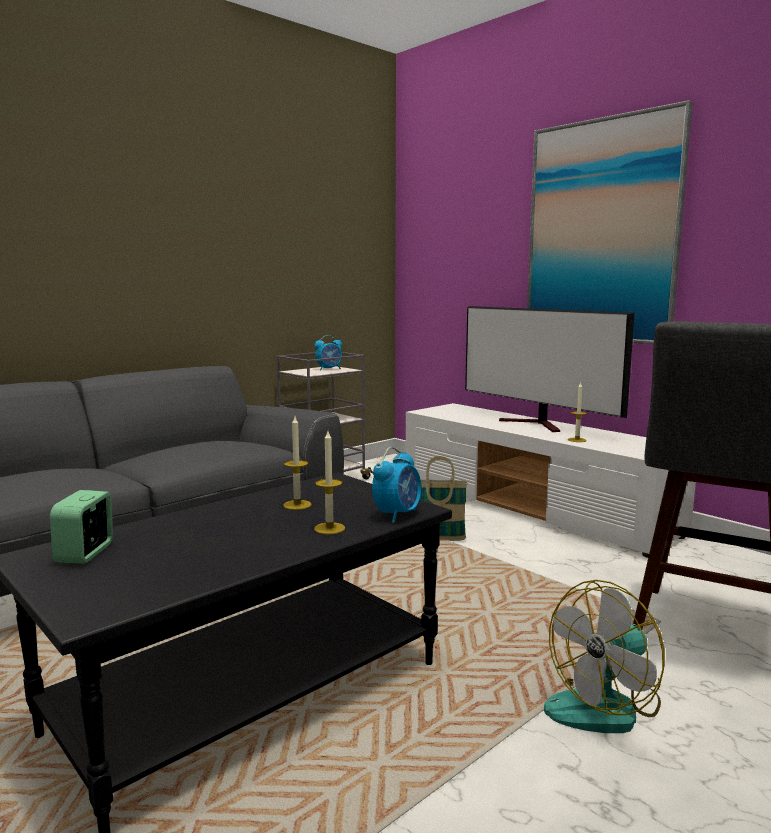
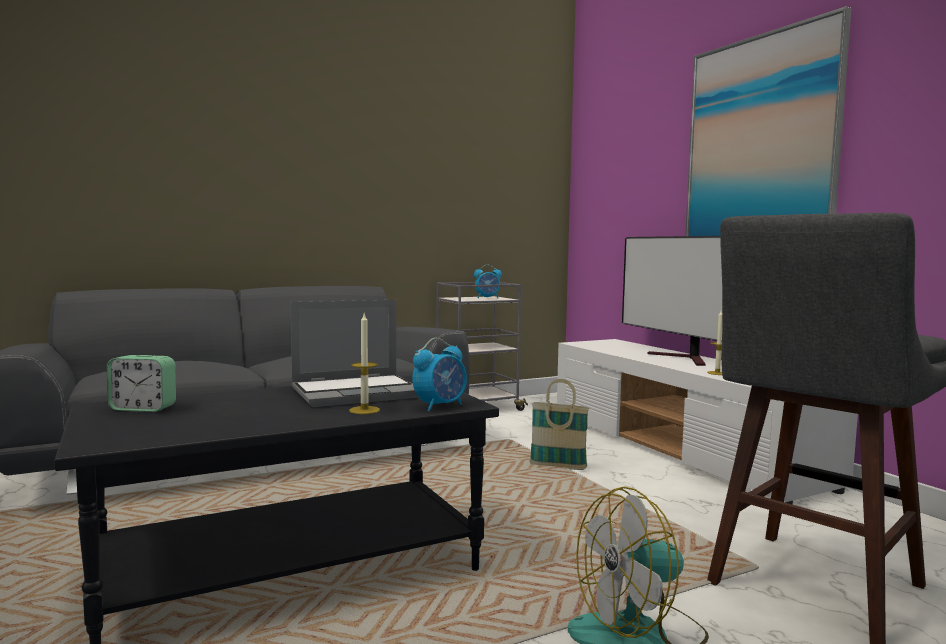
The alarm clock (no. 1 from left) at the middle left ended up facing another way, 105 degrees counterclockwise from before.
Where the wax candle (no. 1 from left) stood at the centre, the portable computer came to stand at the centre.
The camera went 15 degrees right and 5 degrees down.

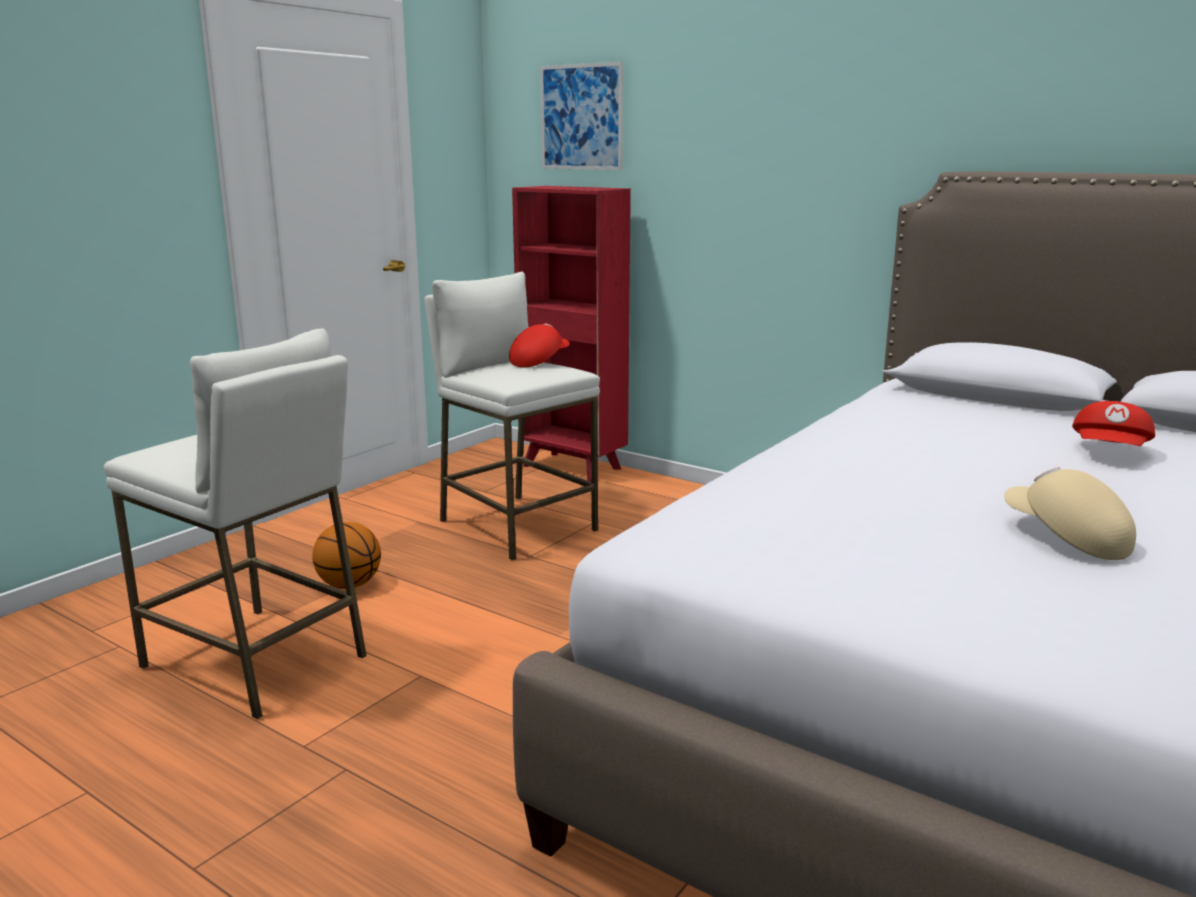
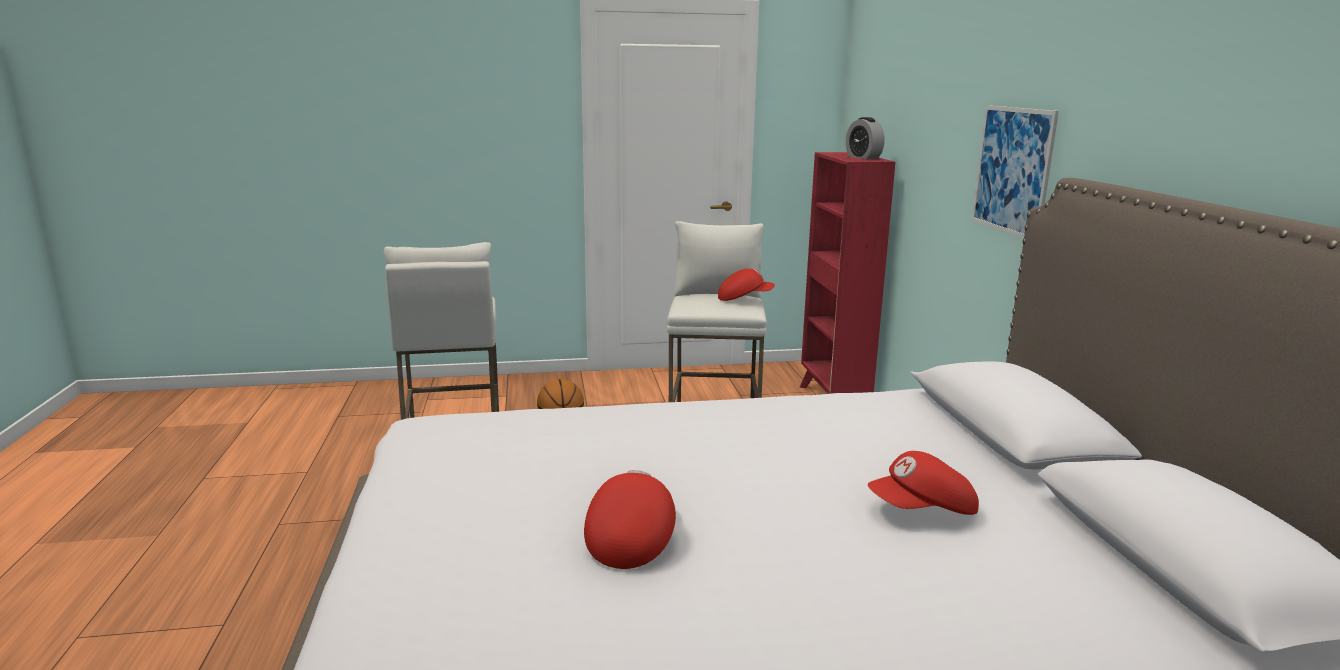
The picture ended up elsewhere, having gone from the top centre to the top right.
What was the beige cap at the middle right turned into the reddish cap (no. 1 from left) at the bottom centre.
The second view gained the alarm clock at the top centre.
The camera went 45 degrees right and 0 degrees up.

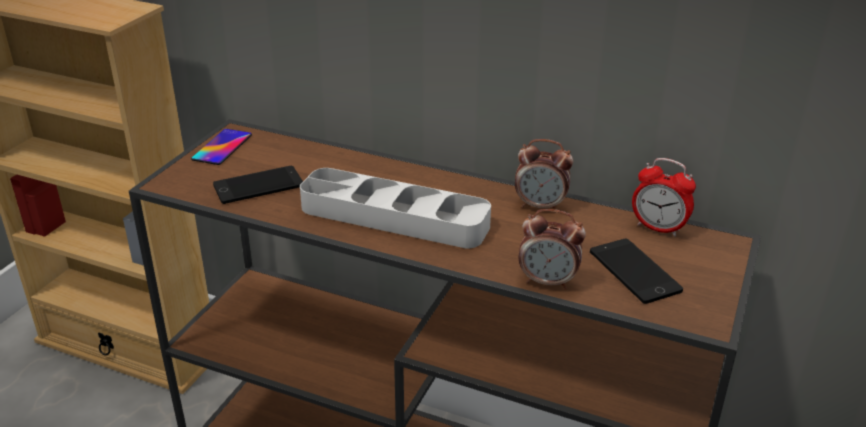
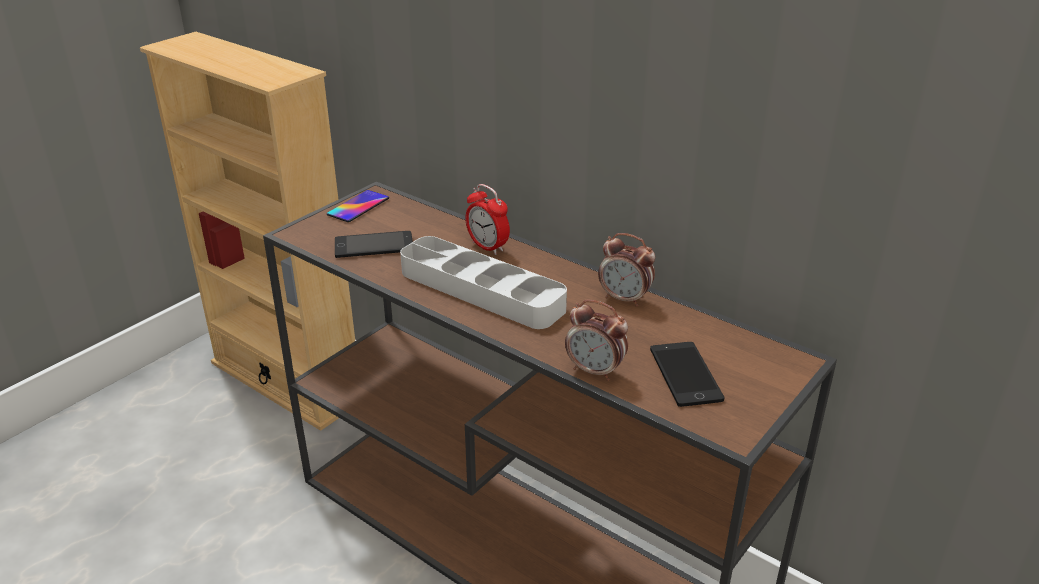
The alarm clock (no. 3 from left in the first image) ended up elsewhere, having gone from the middle right to the centre.
The camera went 15 degrees right and 0 degrees up.

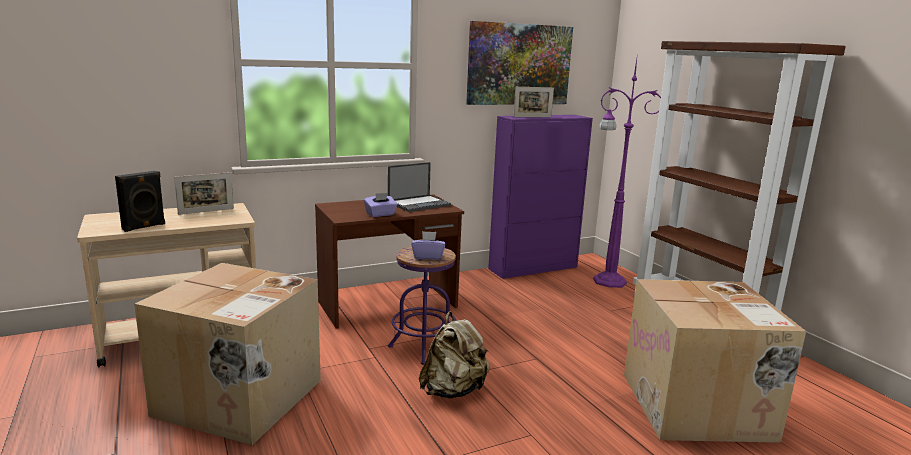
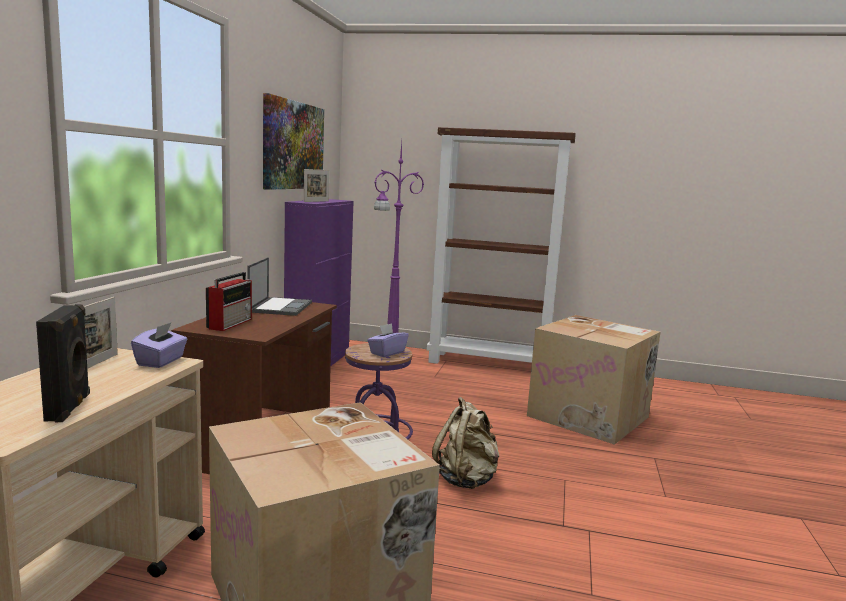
The purple-coloured tissue box (no. 1 from left) ended up elsewhere, having gone from the centre to the middle left.
The second view gained the radio receiver at the middle left.
The camera went 50 degrees left and 5 degrees down.

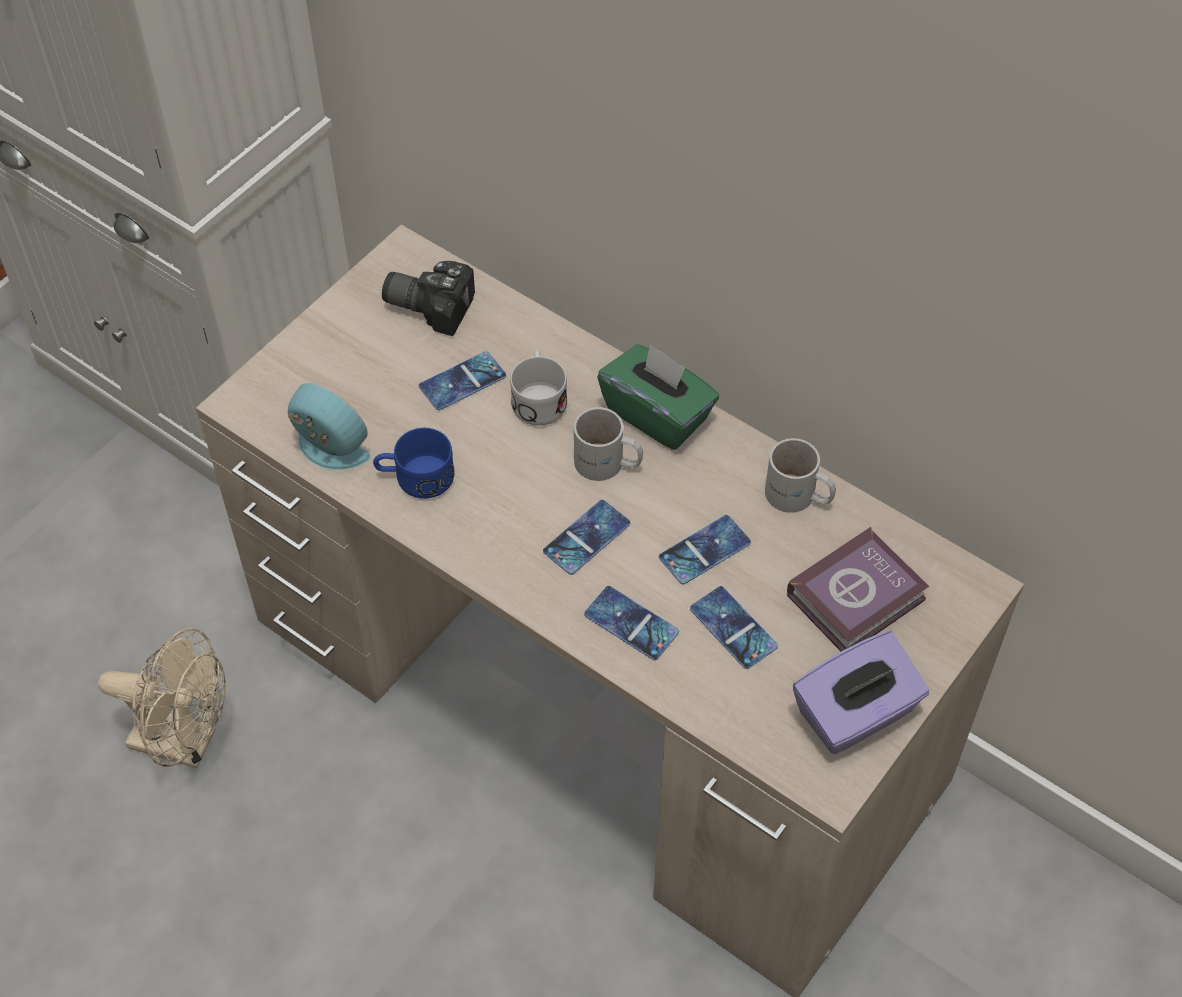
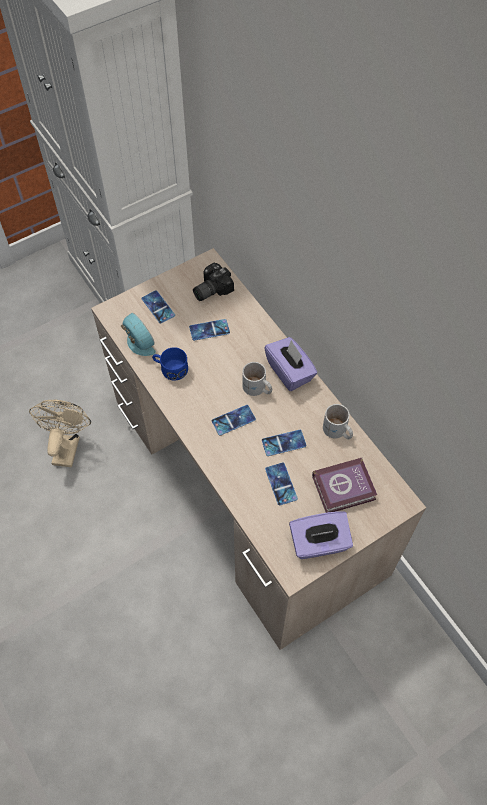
The beige fan at the bottom left ended up facing another way, 120 degrees counterclockwise from before.
The still camera at the top centre ended up facing another way, 75 degrees counterclockwise from before.
The second view lost the whitish mug (no. 1 from left) at the centre.
The phone (no. 3 from left in the first image) ended up elsewhere, having gone from the centre to the middle left.
What was the green-coloured tissue box at the centre turned into the purple-coloured tissue box (no. 1 from left) at the centre.
The camera went 20 degrees right and 5 degrees up.

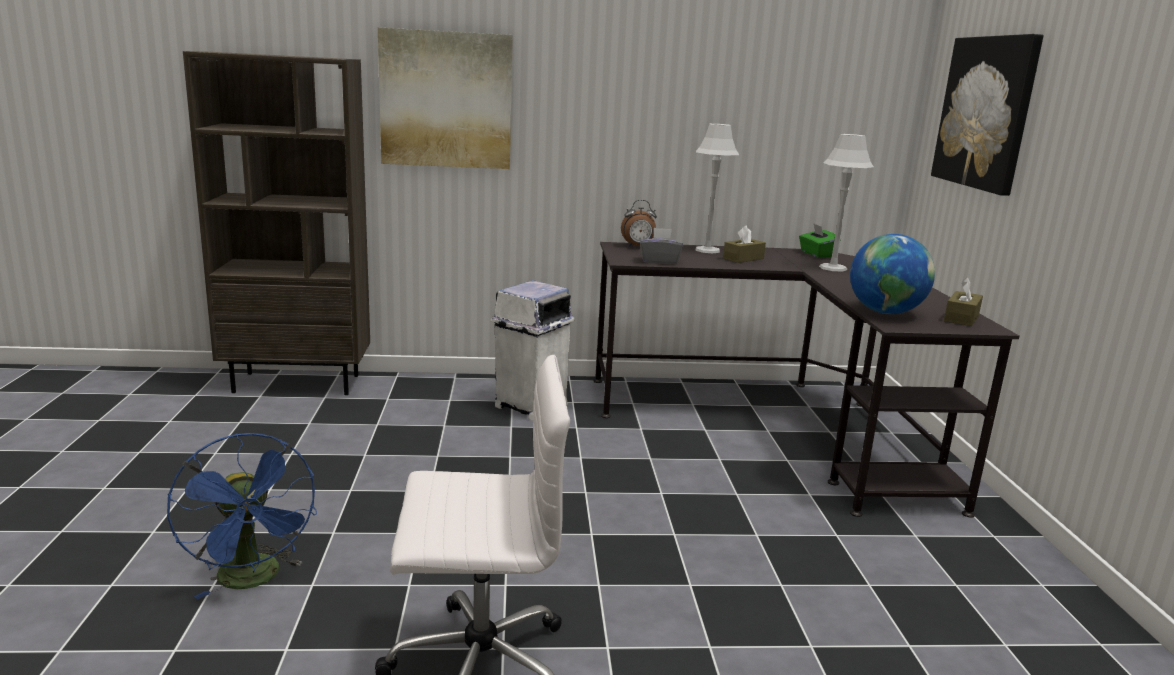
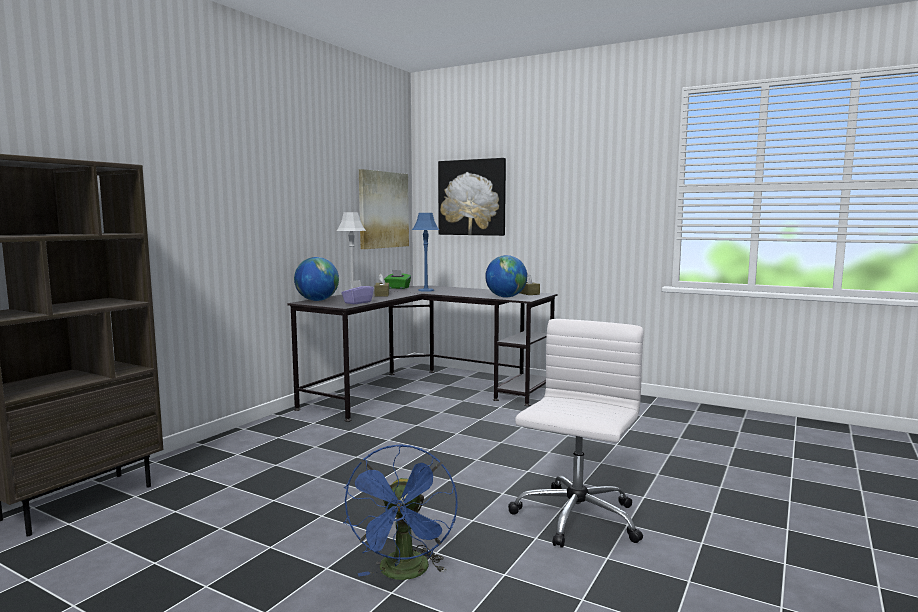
The bluish fan at the bottom left ended up facing another way, 90 degrees clockwise from before.
The picture (no. 1 from left) ended up elsewhere, having gone from the top centre to the centre.
The second view lost the whitish trash can at the centre.
Where the alarm clock stood at the top centre, the desk globe (no. 1 from left) came to stand at the centre.
What was the greyish tissue box at the centre turned into the purple-coloured tissue box at the centre.
What was the greyish lamp for a table (no. 2 from left) at the top right turned into the bluish lamp for a table at the centre.
The camera went 55 degrees left and 10 degrees down.

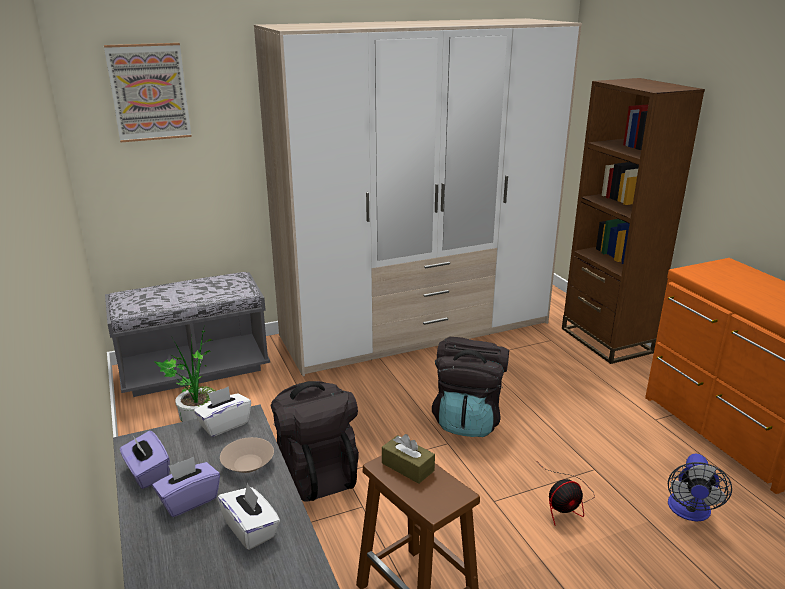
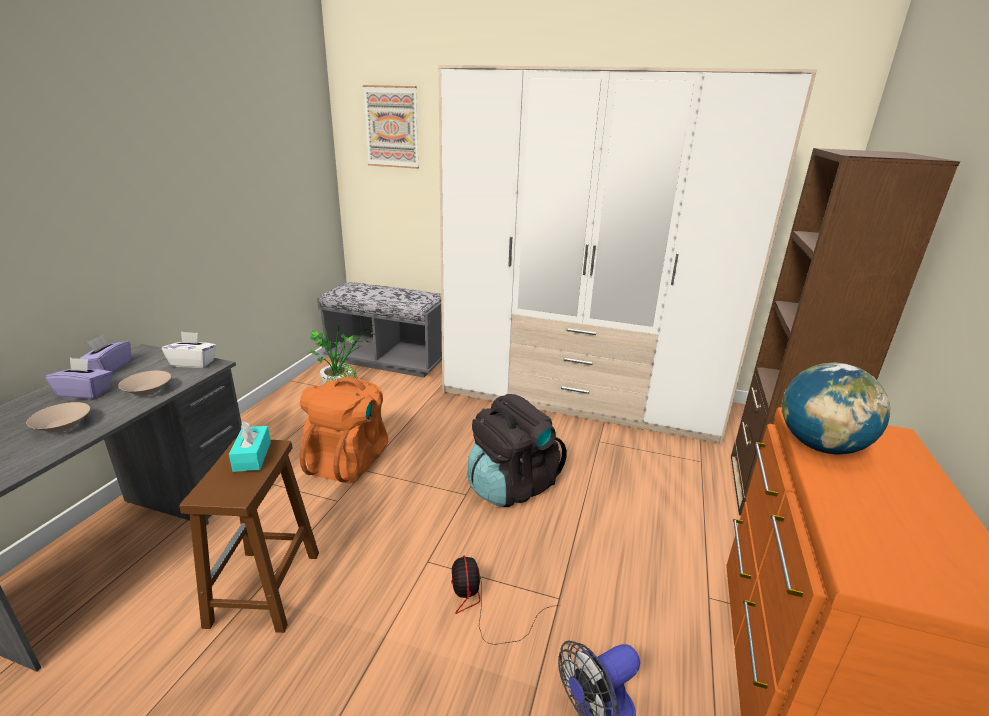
Where the whitish tissue box (no. 2 from left) stood at the bottom left, the beige serving bowl (no. 1 from left) came to stand at the middle left.
What was the black knapsack (no. 1 from left) at the bottom centre turned into the orange-coloured knapsack at the centre.
What was the brown tissue box at the bottom centre turned into the turquoise-coloured tissue box at the middle left.
The fan (no. 1 from left) at the bottom right ended up facing another way, 60 degrees clockwise from before.
The second view gained the desk globe at the middle right.
The camera went 40 degrees right and 0 degrees up.

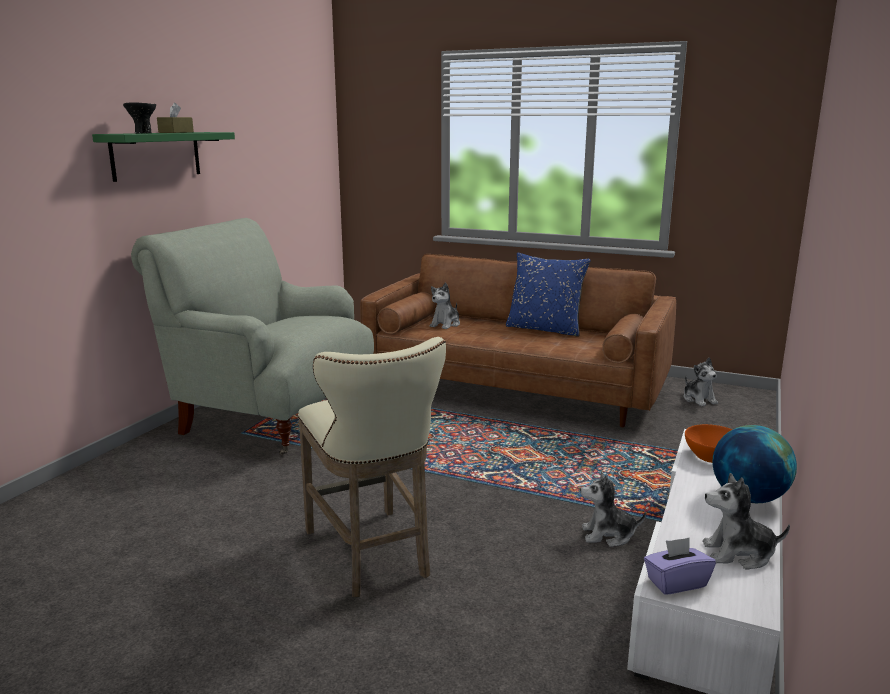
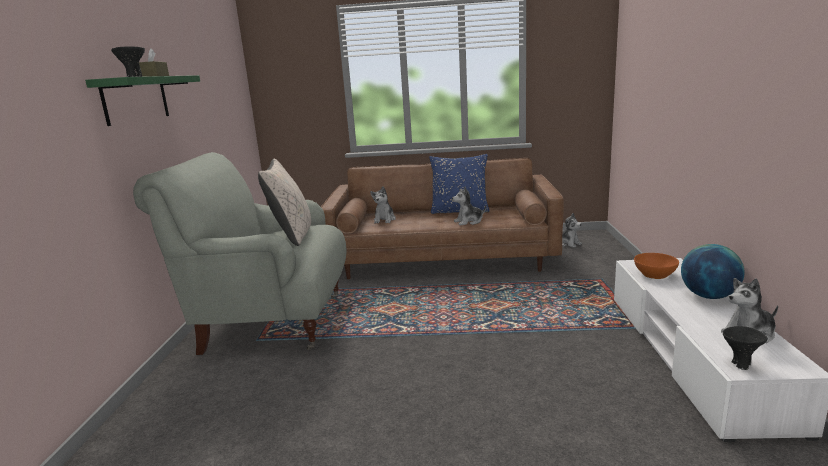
The second view lost the beige stool seat at the bottom centre.
The soft toy (no. 2 from left) ended up elsewhere, having gone from the bottom right to the centre.
Where the purple-coloured tissue box stood at the bottom right, the black serving bowl (no. 2 from left) came to stand at the bottom right.
The second view gained the beige pillow at the centre.
The camera went 20 degrees left and 0 degrees up.

